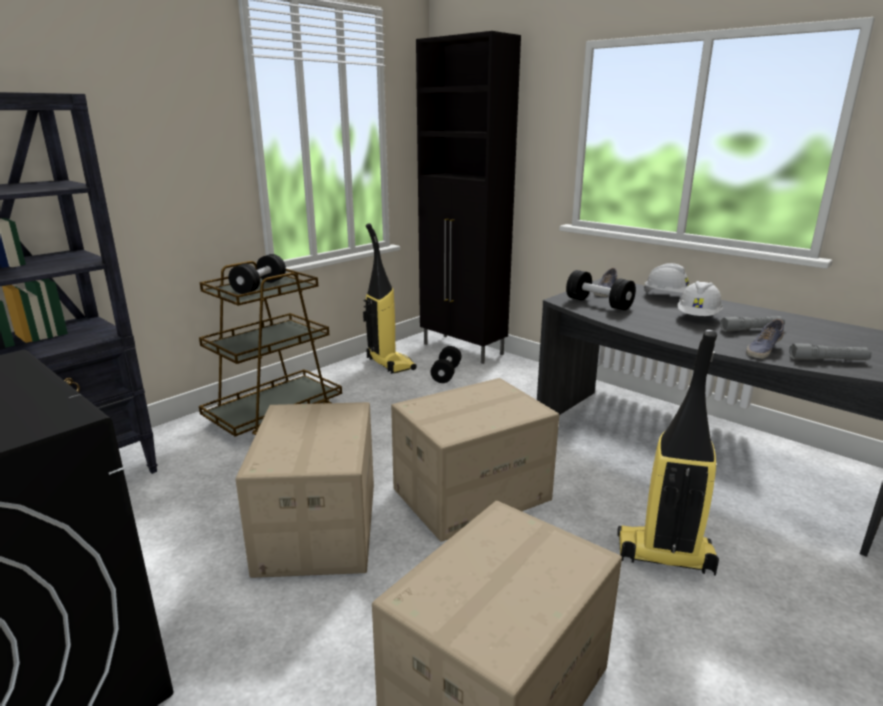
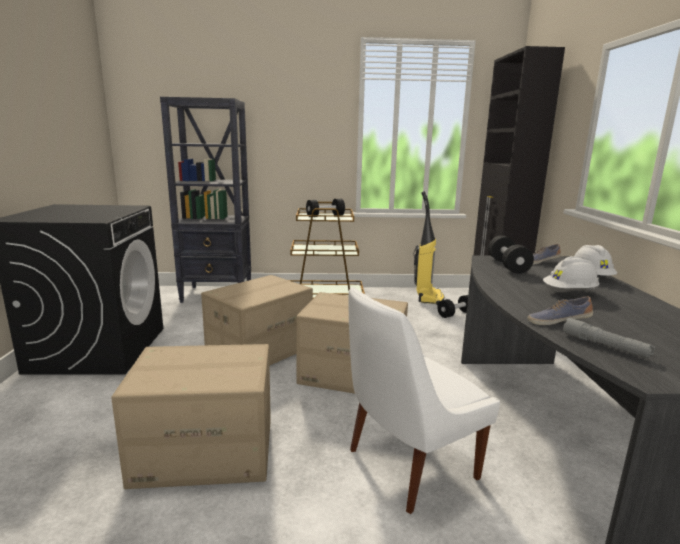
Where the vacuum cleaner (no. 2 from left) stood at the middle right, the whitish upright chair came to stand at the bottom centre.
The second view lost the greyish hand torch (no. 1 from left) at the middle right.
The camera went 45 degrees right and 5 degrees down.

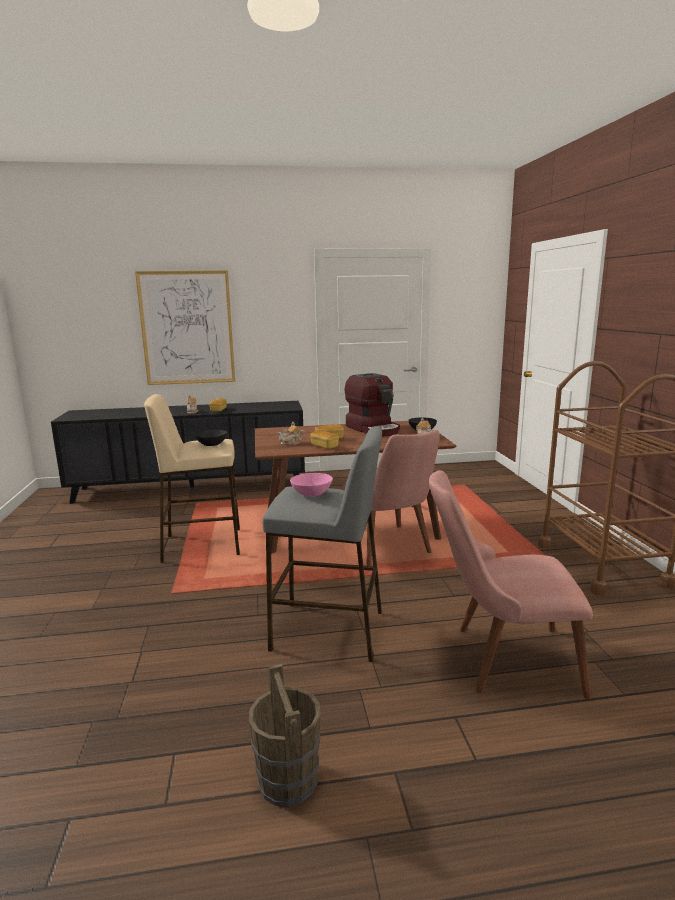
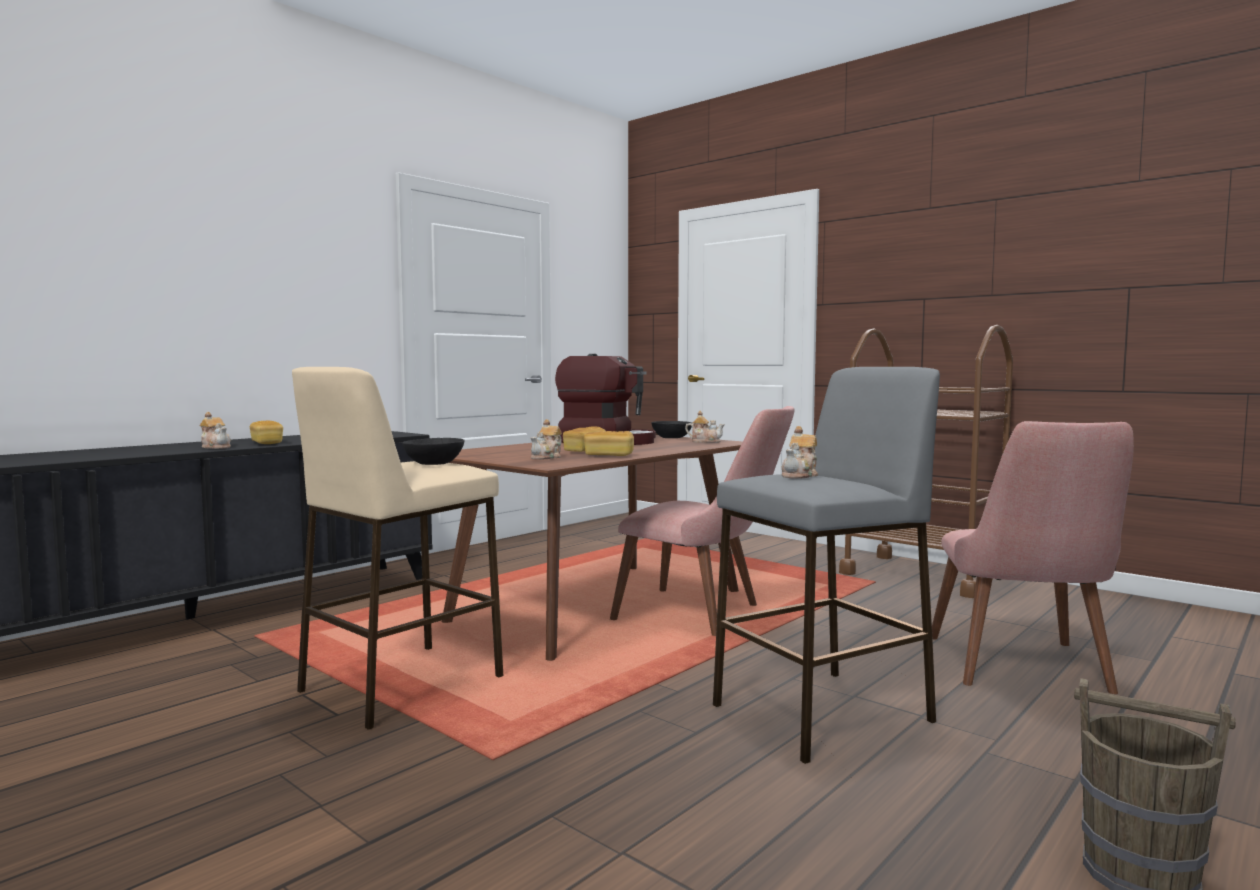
The second view lost the picture at the middle left.
Where the pink-coloured serving bowl stood at the centre, the teapot (no. 4 from left) came to stand at the centre.
The pink-coloured upright chair (no. 2 from left) at the middle right ended up facing another way, 45 degrees counterclockwise from before.
The camera went 40 degrees left and 10 degrees down.

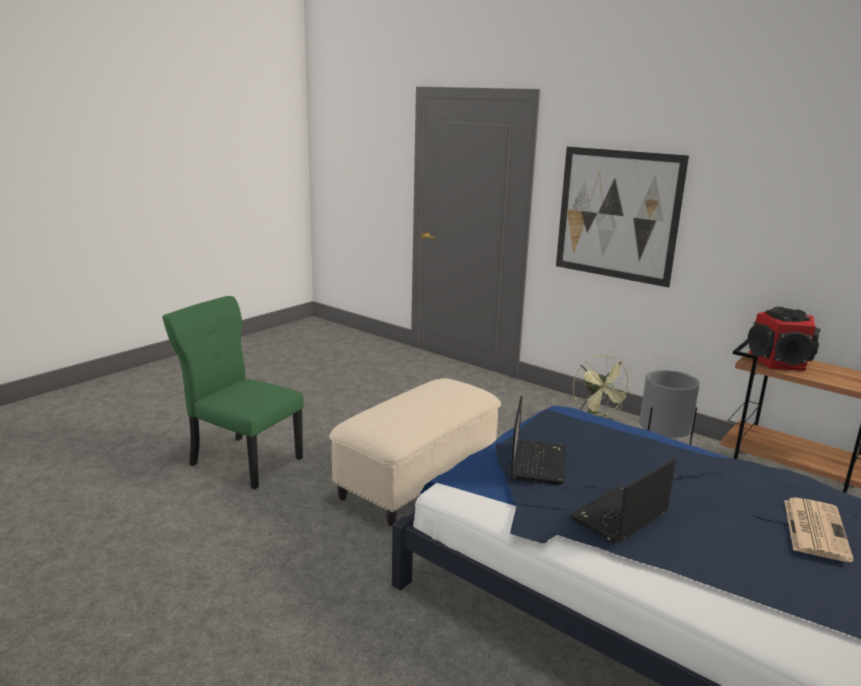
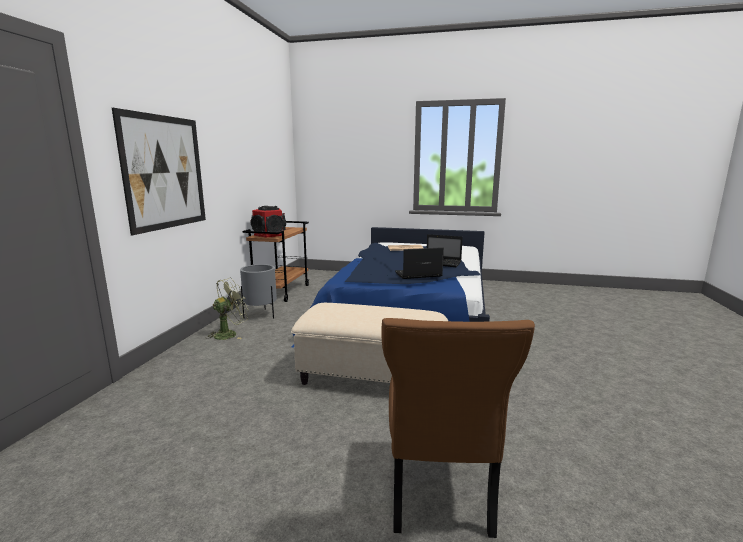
What was the green-coloured upright chair at the middle left turned into the brown upright chair at the bottom centre.
The camera went 115 degrees left and 5 degrees down.

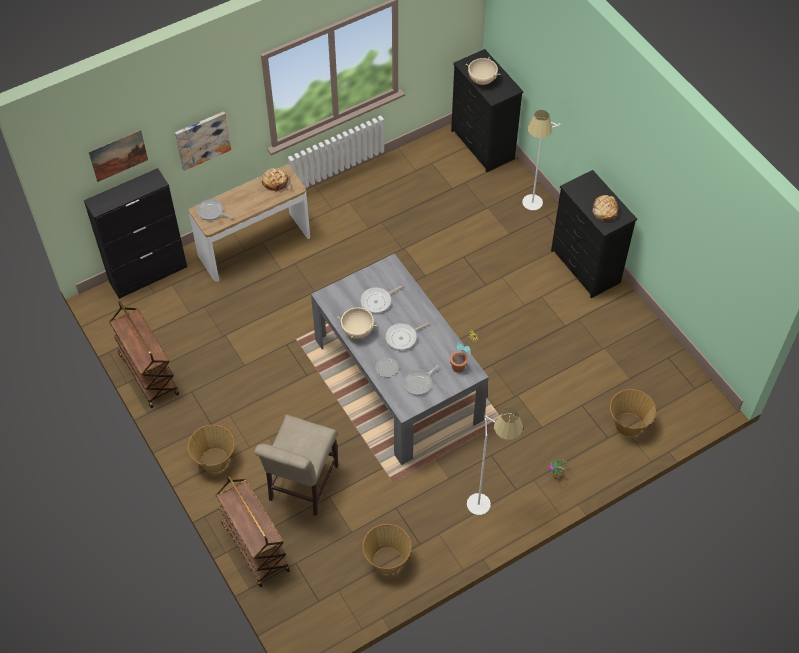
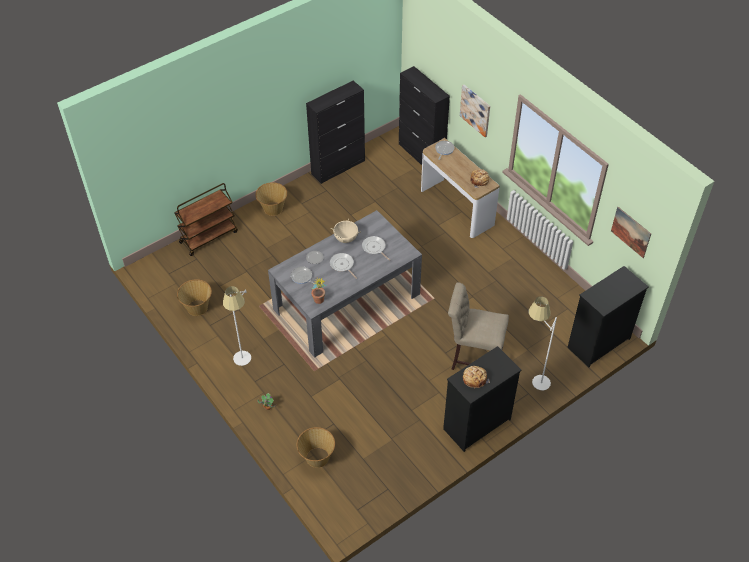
The picture (no. 1 from left in the first image) ended up elsewhere, having gone from the top left to the middle right.
Where the brown cart (no. 1 from left) stood at the middle left, the black storage cabinet (no. 1 from left) came to stand at the top centre.
The beige upright chair ended up elsewhere, having gone from the bottom centre to the centre.
The second view lost the beige saucepot (no. 2 from left) at the top centre.
The camera went 85 degrees right and 5 degrees down.

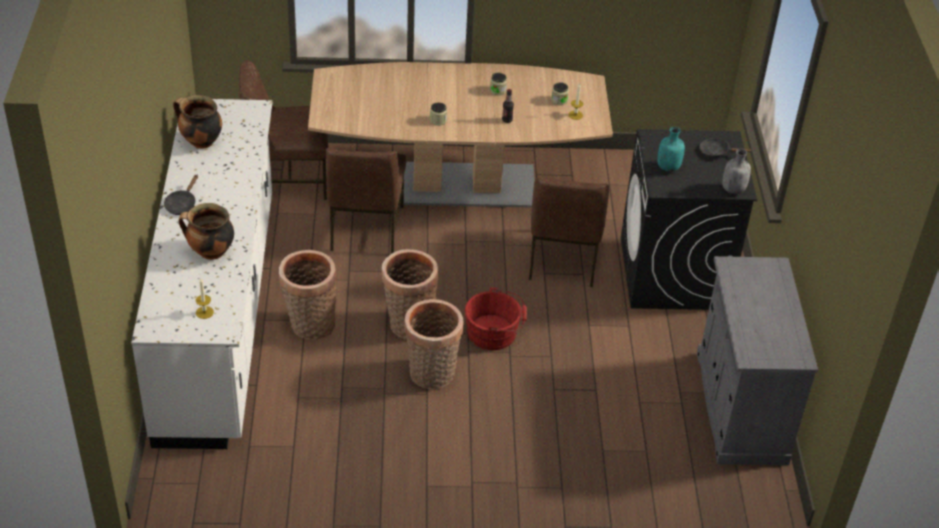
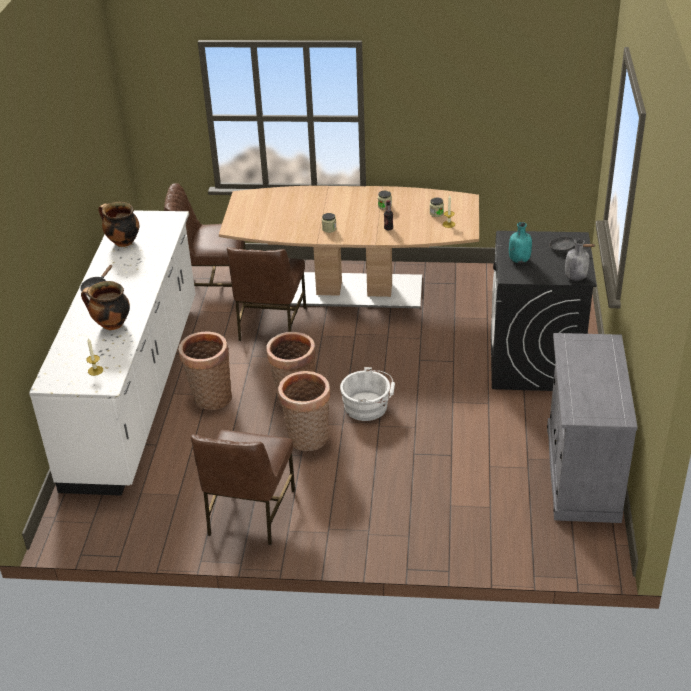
What was the reddish bucket at the centre turned into the whitish bucket at the centre.
The brown upright chair (no. 3 from left in the first image) ended up elsewhere, having gone from the centre to the bottom centre.
The camera went 10 degrees right and 5 degrees down.

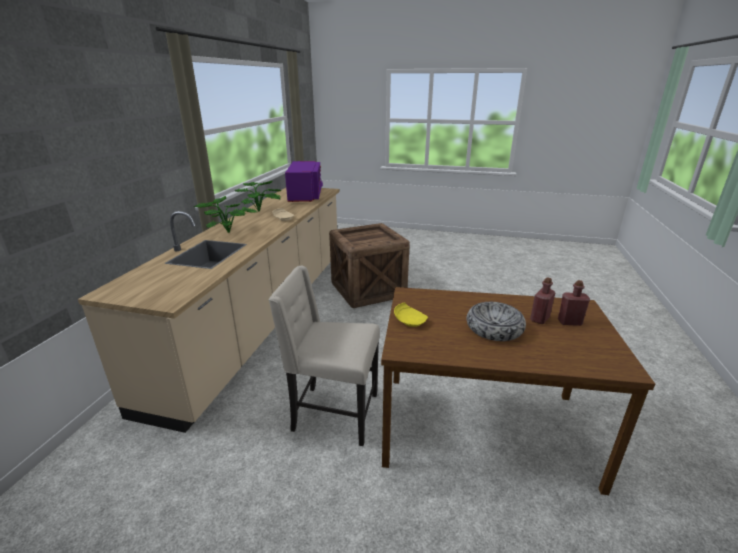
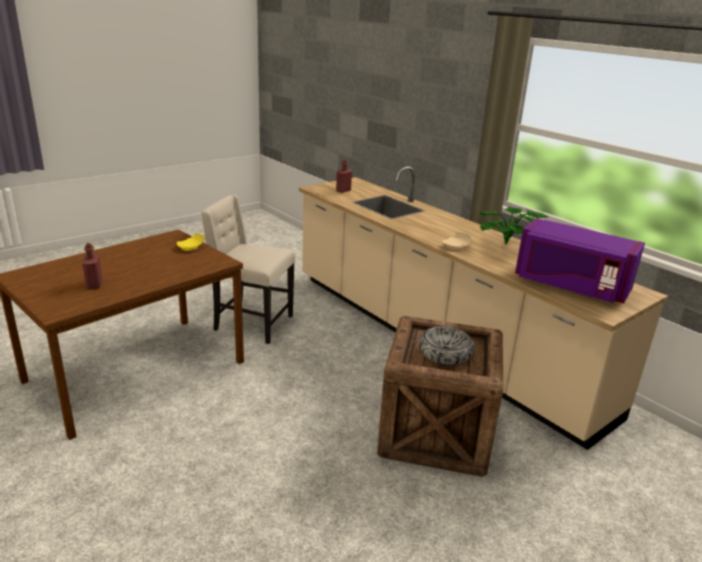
The second view lost the houseplant (no. 1 from left) at the middle left.
The beige upright chair at the centre ended up facing another way, 120 degrees counterclockwise from before.
The serving bowl ended up elsewhere, having gone from the middle right to the centre.
The reddish beverage bottle (no. 2 from left) ended up elsewhere, having gone from the middle right to the top centre.
The camera went 125 degrees right and 0 degrees up.

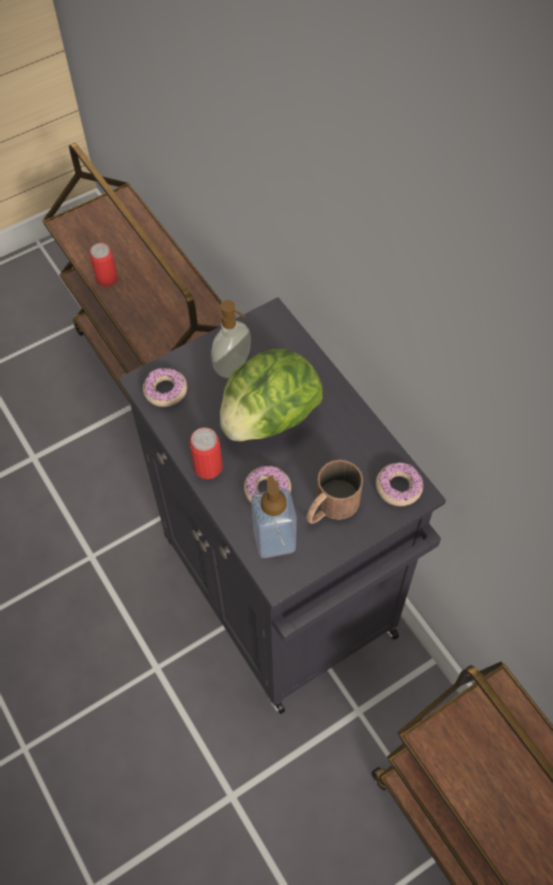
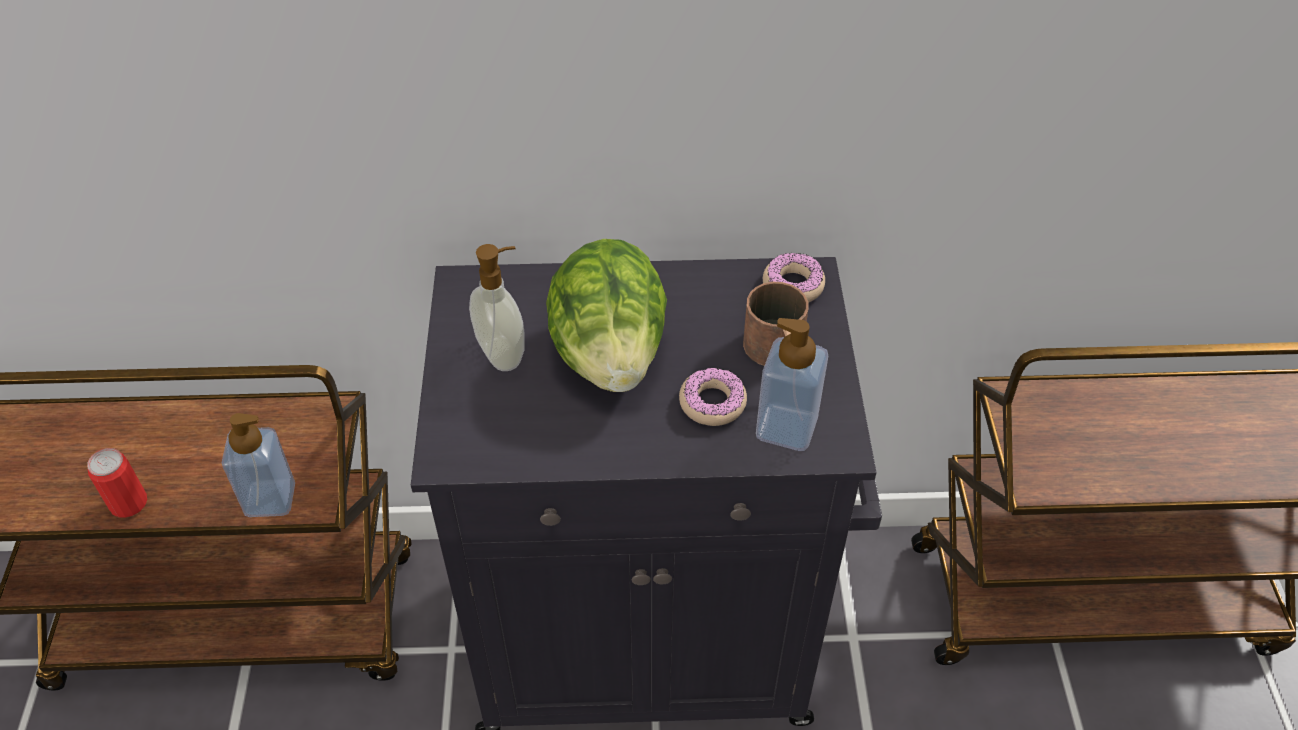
The second view lost the ring doughnut (no. 1 from left) at the middle left.
The second view lost the metal can (no. 2 from left) at the centre.
The second view gained the liquid soap bottle (no. 1 from left) at the middle left.
The camera went 60 degrees left and 10 degrees down.

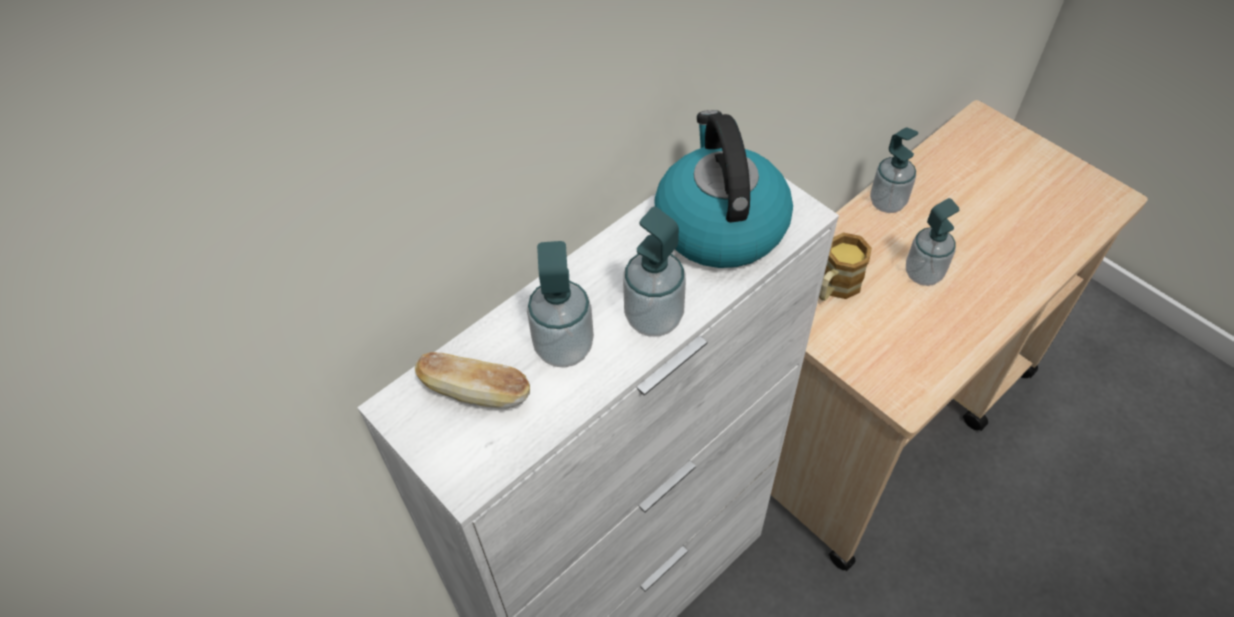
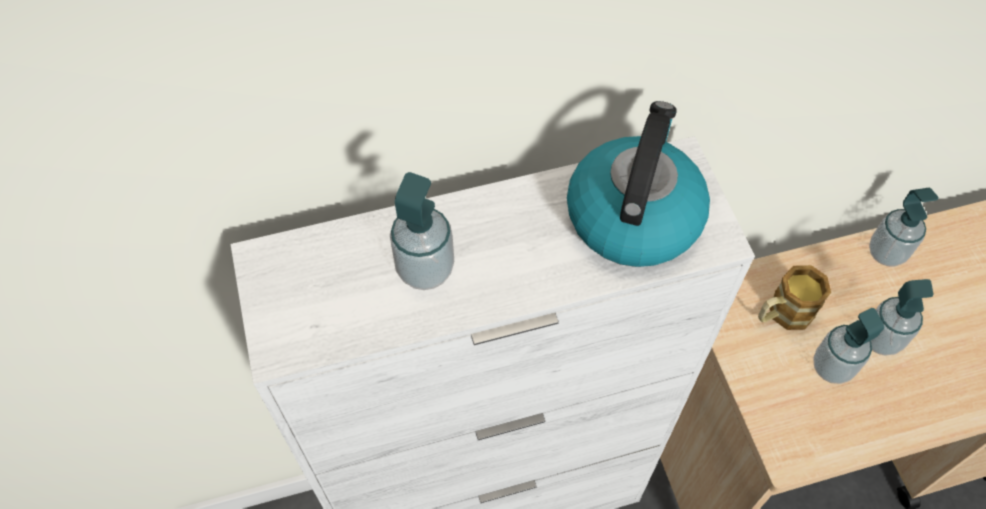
The second view lost the bread at the centre.
The liquid soap bottle (no. 2 from left) ended up elsewhere, having gone from the centre to the bottom right.
The camera went 25 degrees right and 5 degrees up.

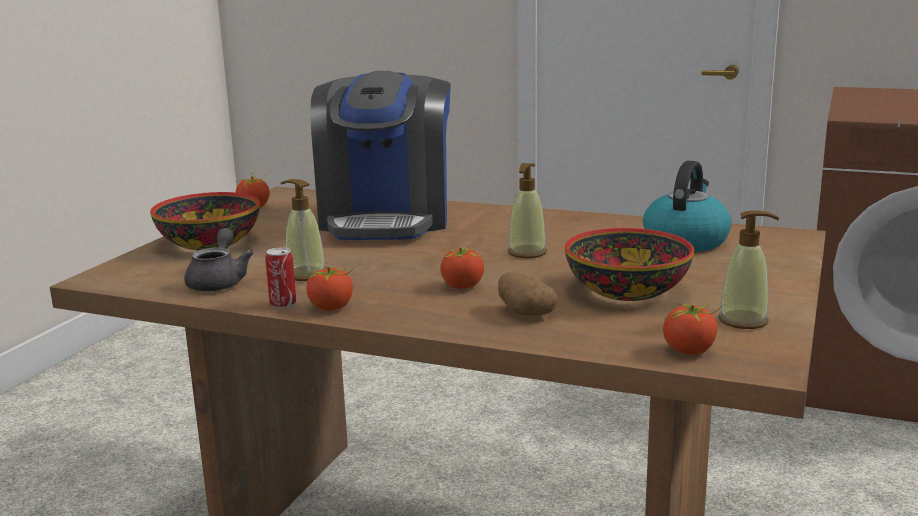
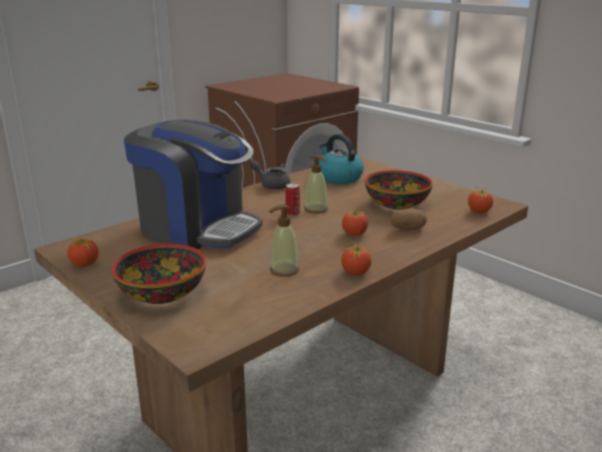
The greyish teapot ended up elsewhere, having gone from the middle left to the centre.
The metal can ended up elsewhere, having gone from the middle left to the centre.
The second view lost the liquid soap bottle (no. 3 from left) at the middle right.
The camera went 65 degrees left and 5 degrees up.

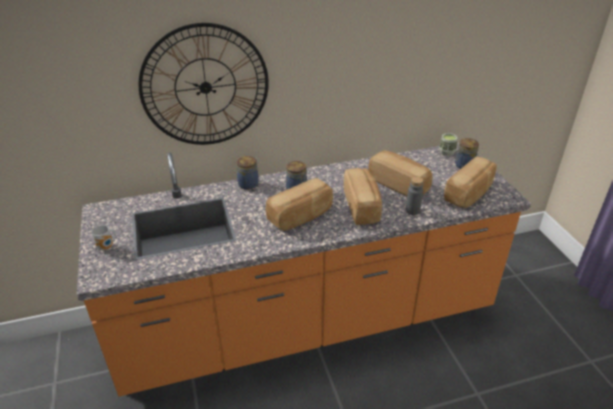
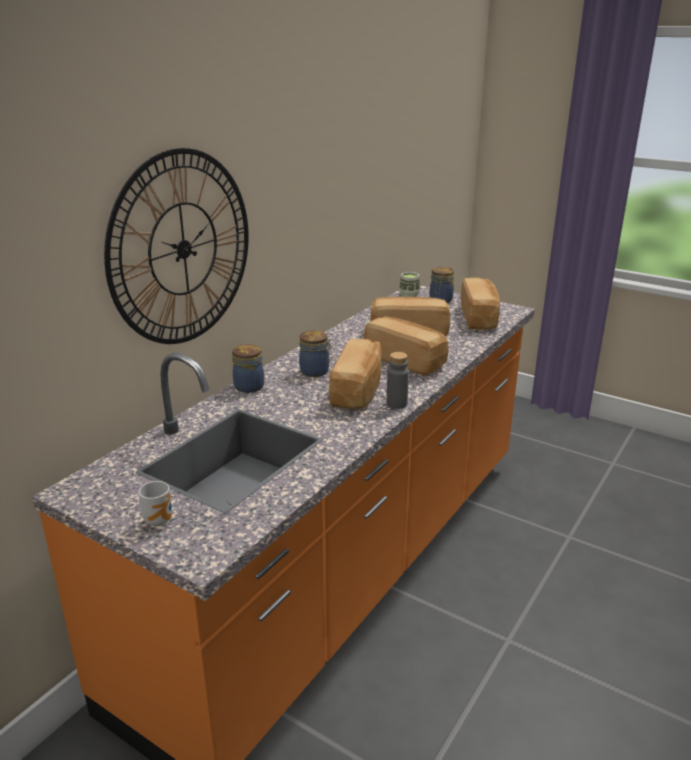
The greyish beverage bottle ended up elsewhere, having gone from the middle right to the centre.
The camera went 40 degrees left and 10 degrees down.

